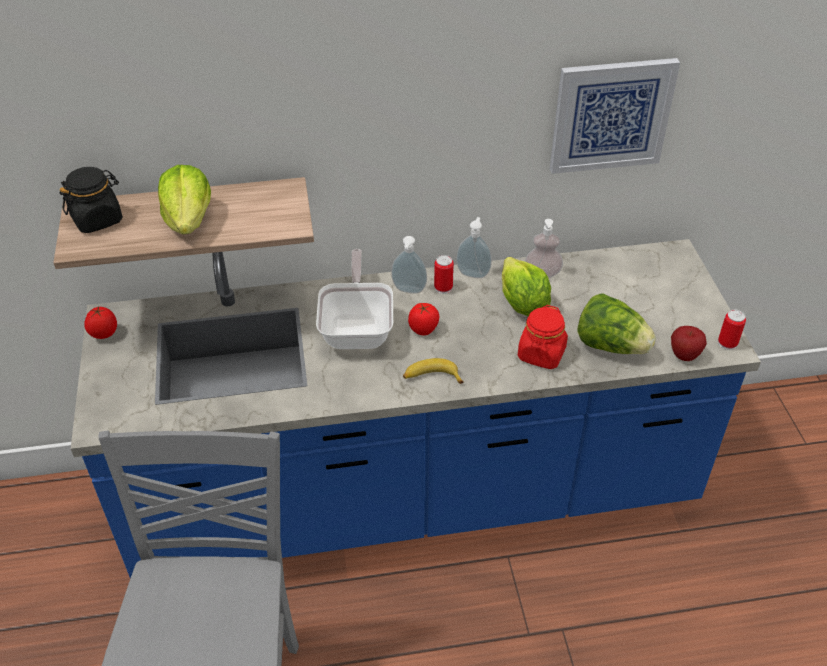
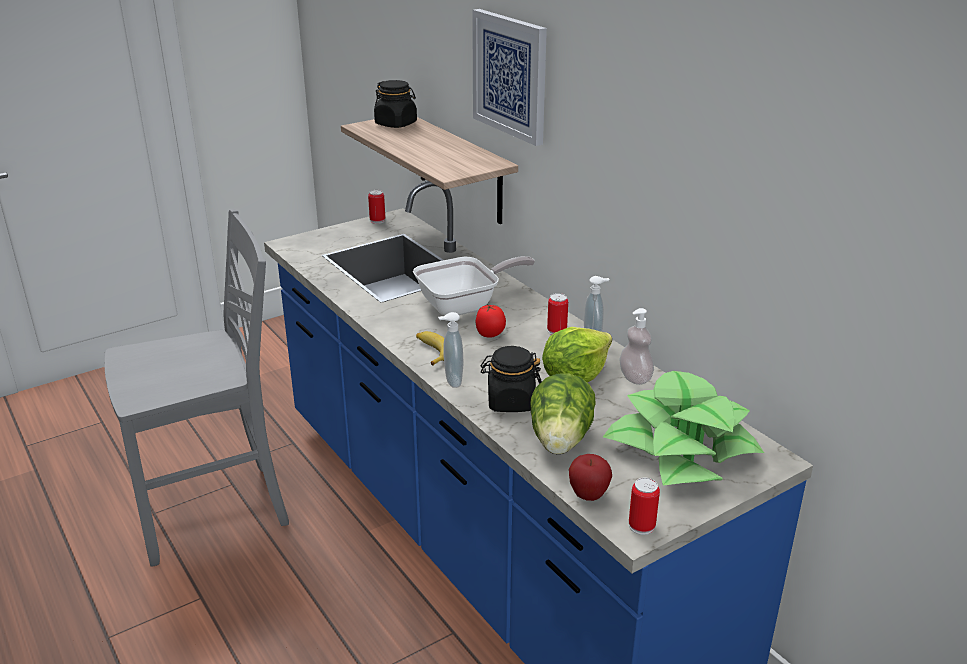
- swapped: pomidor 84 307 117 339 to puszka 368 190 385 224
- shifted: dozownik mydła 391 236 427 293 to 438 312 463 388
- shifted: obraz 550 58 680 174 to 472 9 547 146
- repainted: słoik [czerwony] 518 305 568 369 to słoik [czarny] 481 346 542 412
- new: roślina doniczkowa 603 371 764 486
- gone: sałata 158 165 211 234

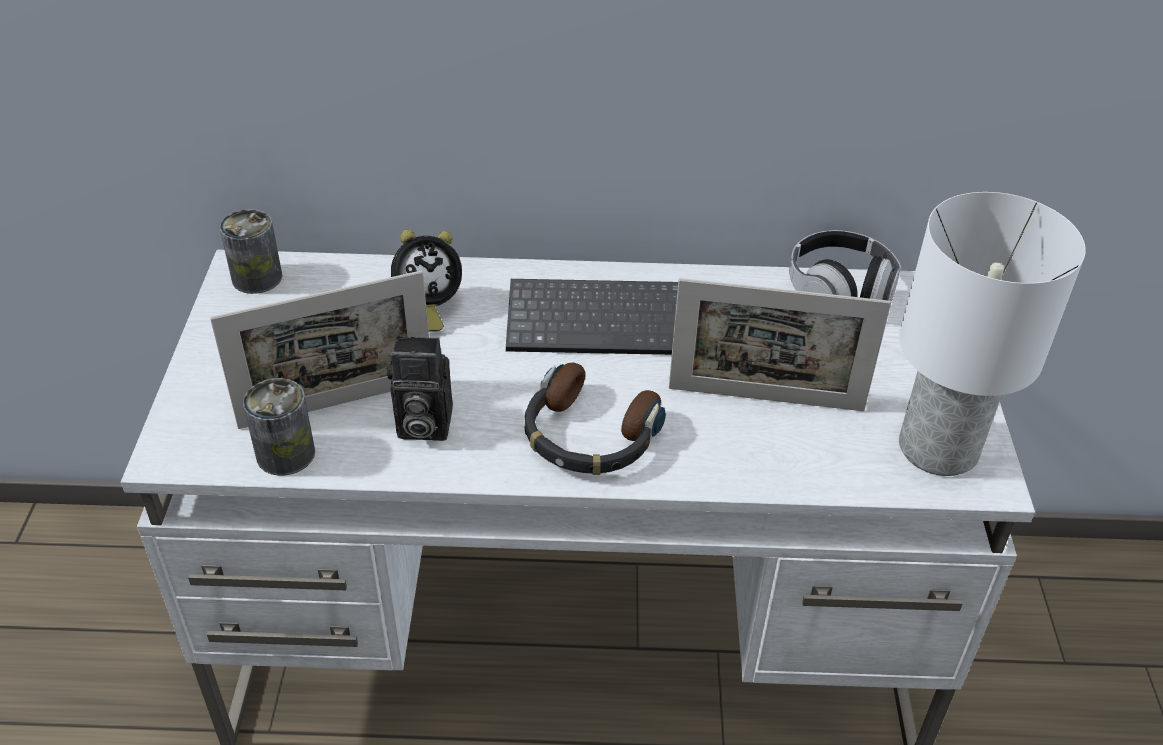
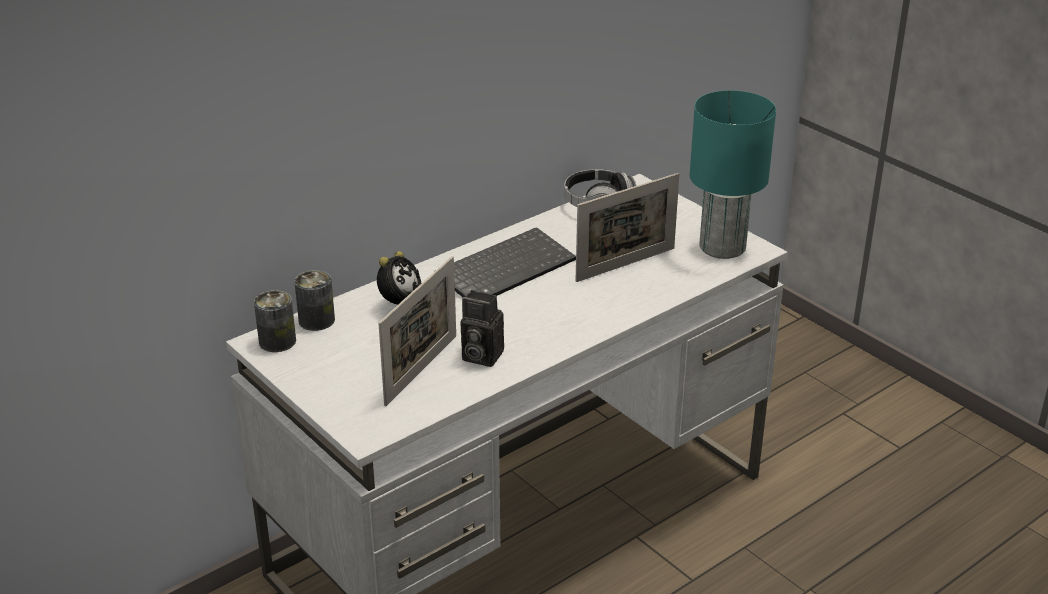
- shifted: puszka 243 378 315 476 to 294 270 335 331
- rotated: aparat fotograficzny 387 336 453 441 = 460 290 504 367 60 degrees clockwise
- repainted: lampa stołowa [biały] 899 192 1086 476 to lampa stołowa [turkusowy] 690 90 776 259
- gone: słuchawki 524 363 666 475

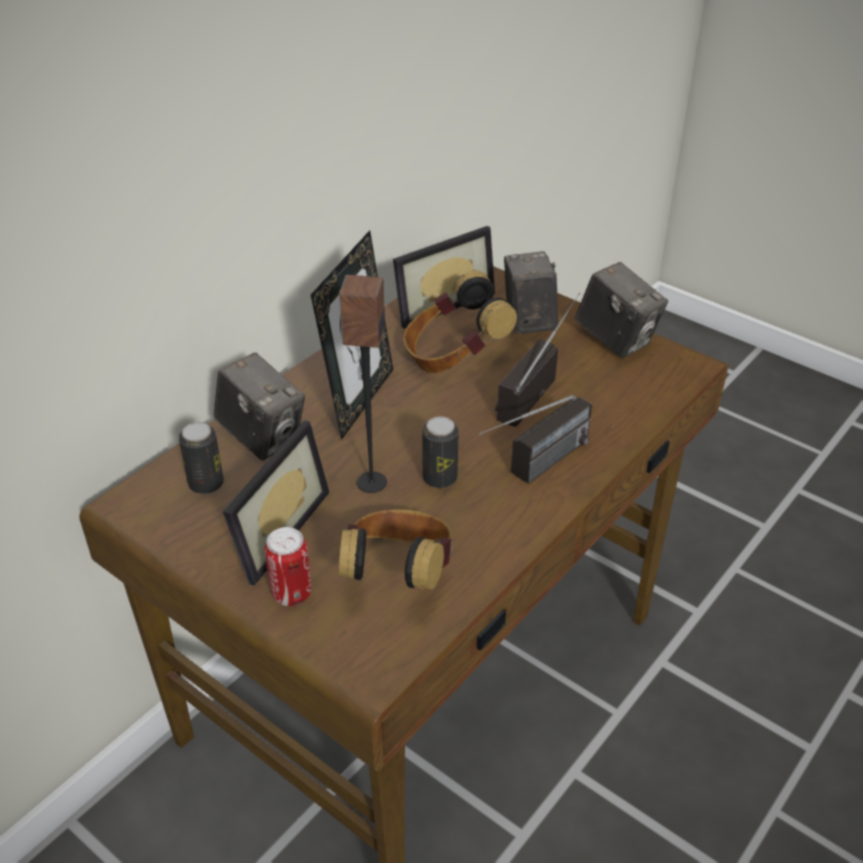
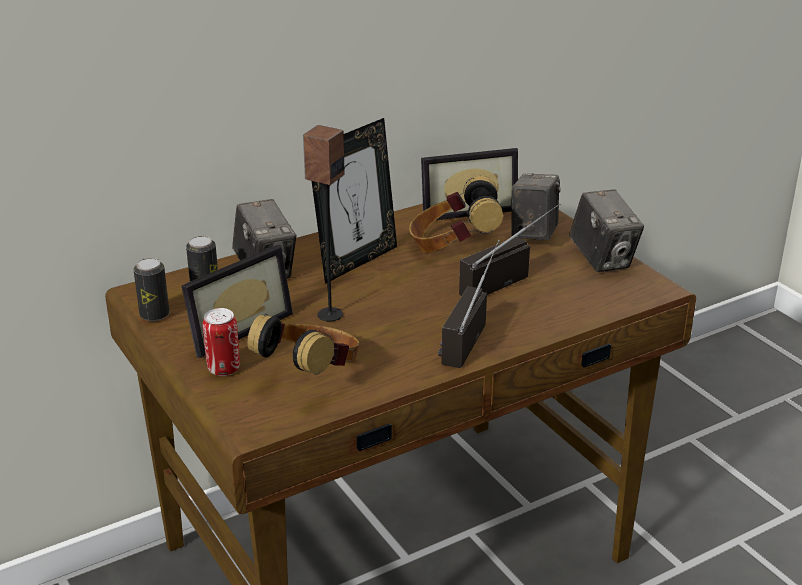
- shifted: puszka 422 416 459 488 to 134 258 170 321
- rotated: radio 479 395 592 484 = 438 240 500 368 135 degrees clockwise

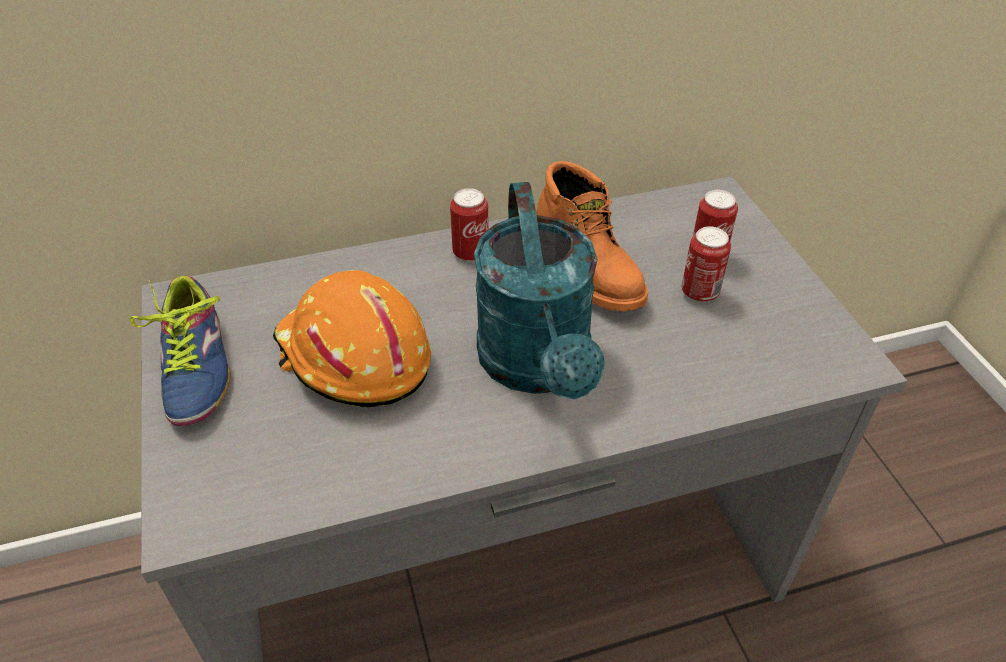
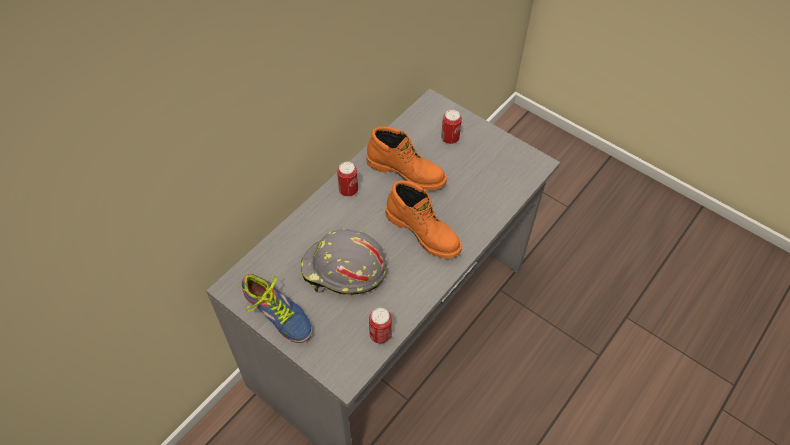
- repainted: kask [pomarańczowy] 273 270 431 407 to kask [szary] 301 229 387 295
- shifted: puszka 682 226 731 303 to 369 308 392 344
- swapped: konewka [turkusowy] 474 182 605 399 to but z cholewką [pomarańczowy] 386 180 462 258

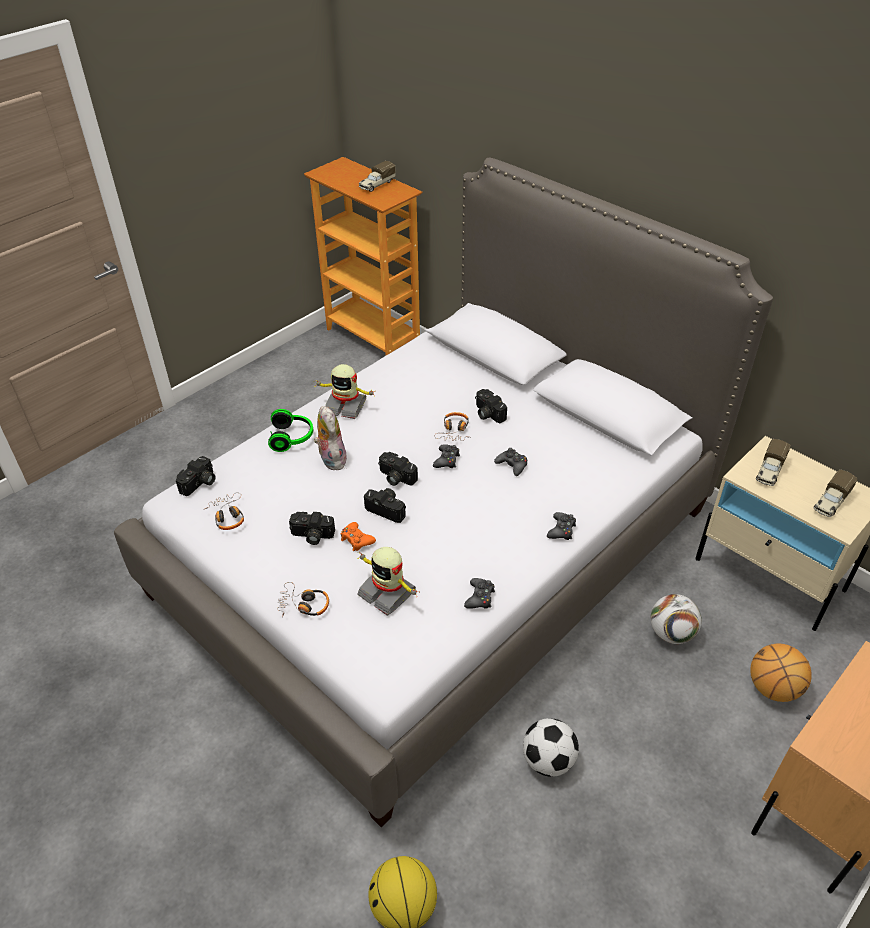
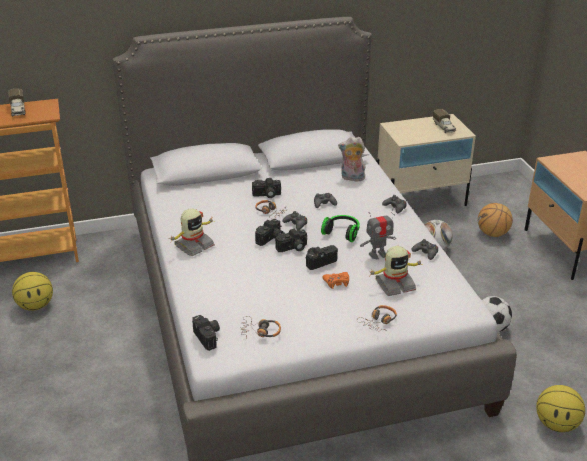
- new: piłka do koszykówki 12 272 53 311
- shifted: aparat fotograficzny 289 512 335 545 to 255 219 284 246
- shifted: słuchawki 268 409 313 452 to 321 215 360 242
- shifted: pluszak 314 406 347 470 to 338 137 365 181
- new: robot zabawkowy 360 212 396 259
- gone: ciężarówka zabawkowa 756 439 791 486

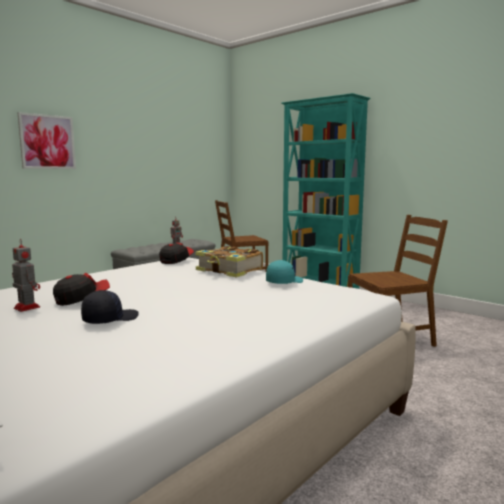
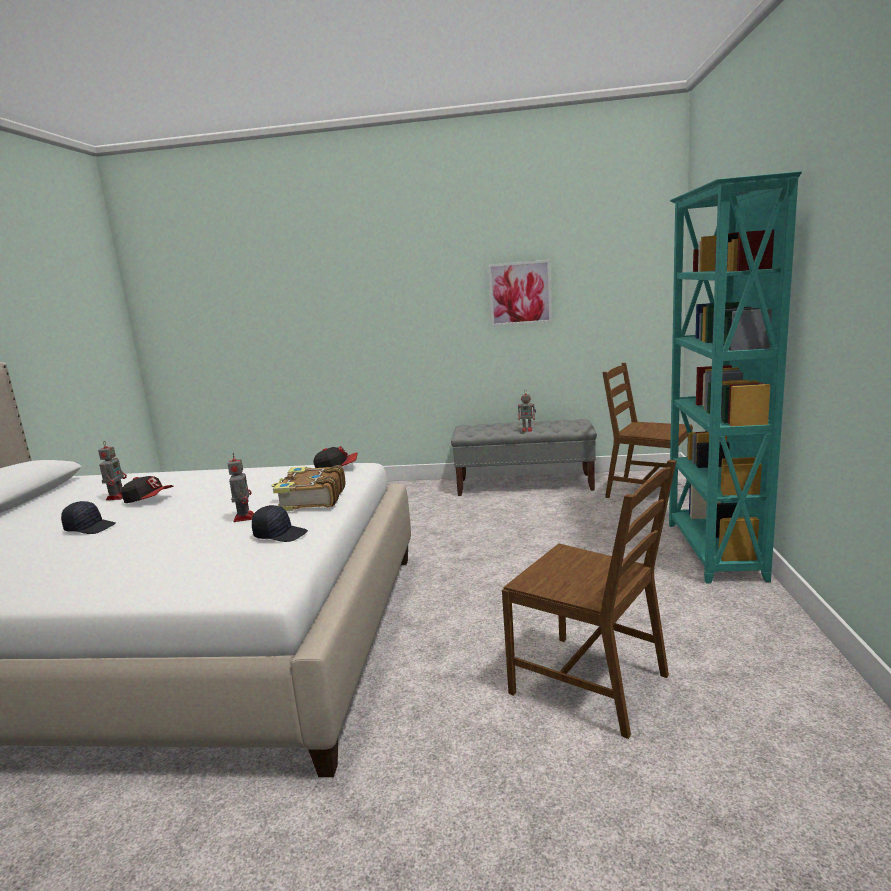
- new: robot zabawkowy 228 453 254 522
- repainted: czapka z daszkiem [turkusowy] 266 260 303 284 to czapka z daszkiem [czarny] 252 505 308 542
- shifted: obraz 17 112 76 169 to 488 259 552 327

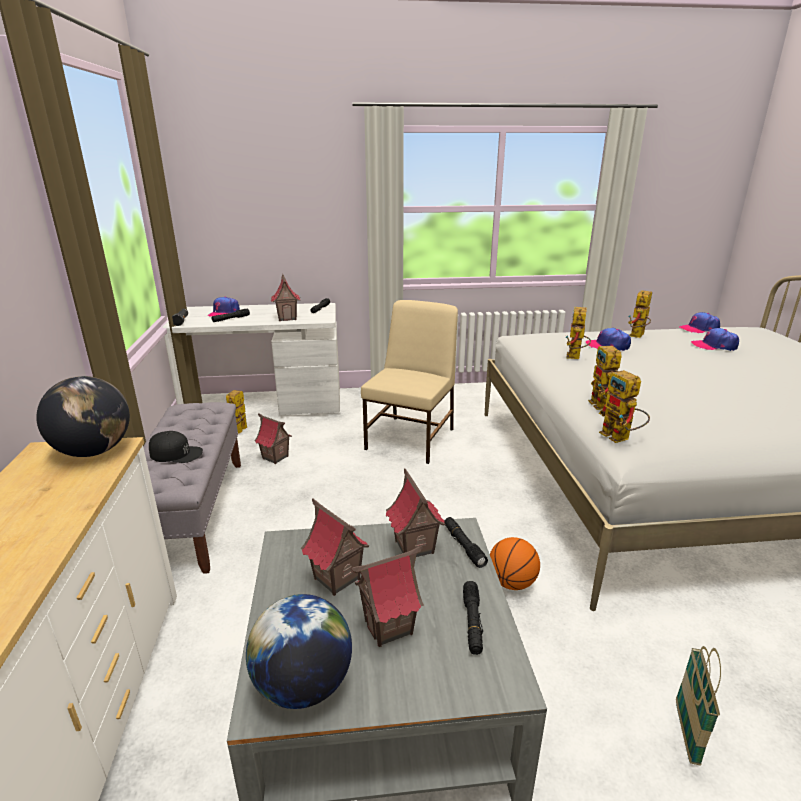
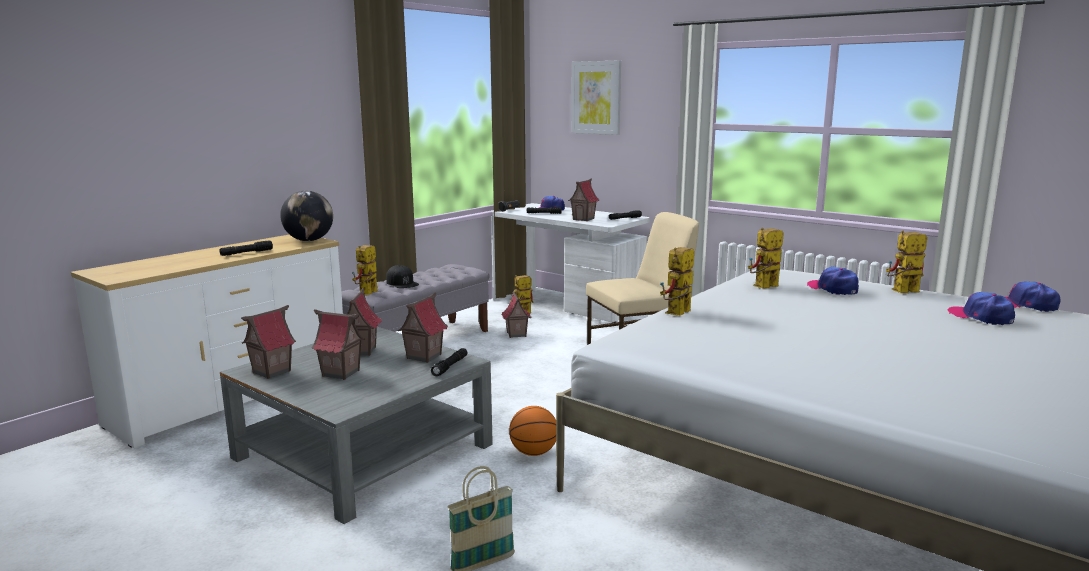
- shifted: latarka [czarny] 463 581 483 655 to 220 240 273 256
- swapped: globus 246 594 352 709 to domek 241 305 296 379
- shifted: robot zabawkowy 599 370 650 443 to 352 245 378 295
- new: obraz 571 60 621 135

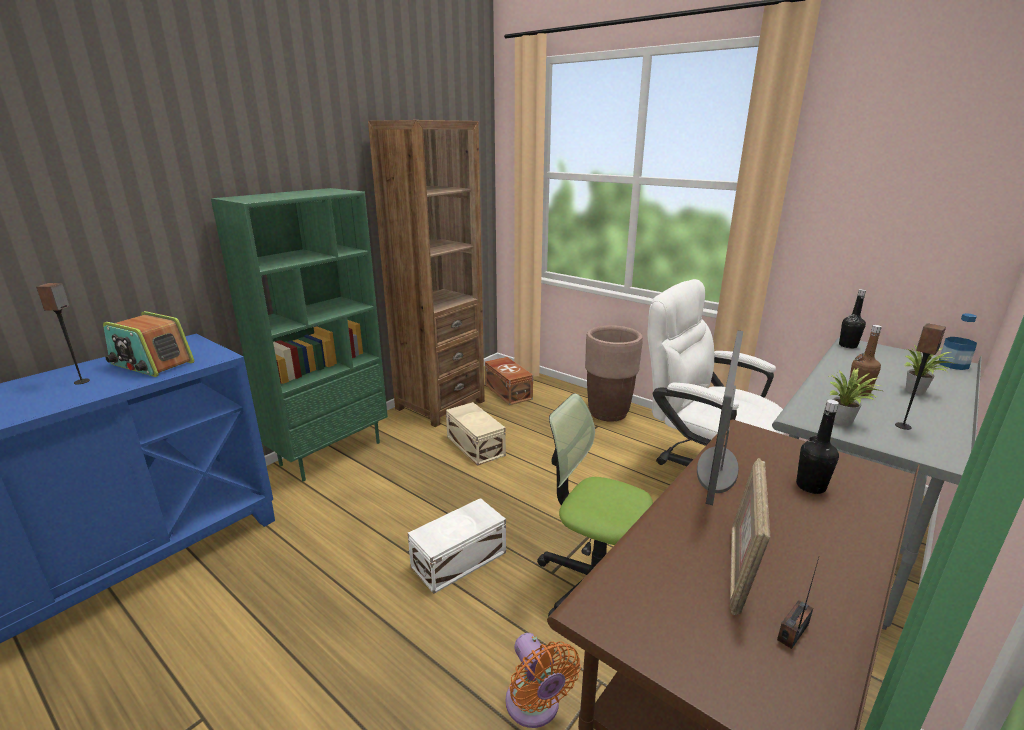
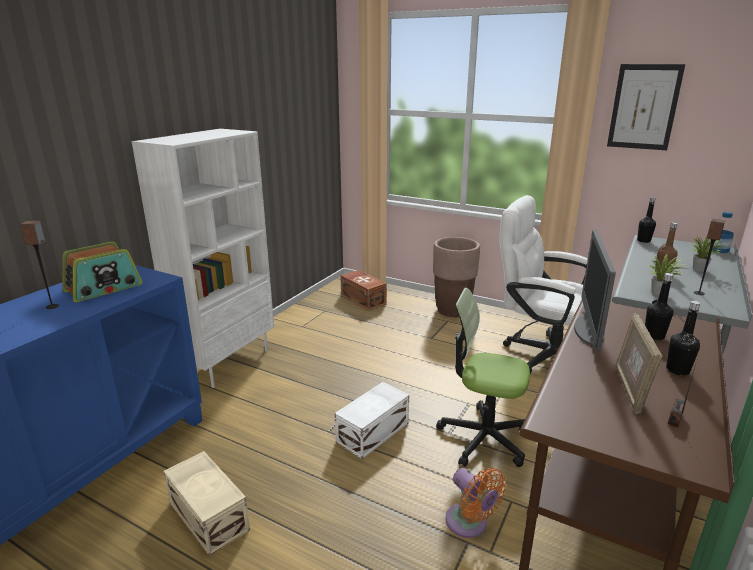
- rotated: radio 103 311 194 377 = 62 241 142 302 60 degrees counterclockwise
- repainted: regał [zielony] 211 188 388 482 to regał [biały] 132 129 274 388
- shifted: pojemnik do przechowywania [beżowy] 446 402 506 466 to 164 451 250 556
- new: obraz 607 64 685 150
- new: butelka [czarny] 666 301 700 375
- gone: regał [brązowy] 368 120 485 427

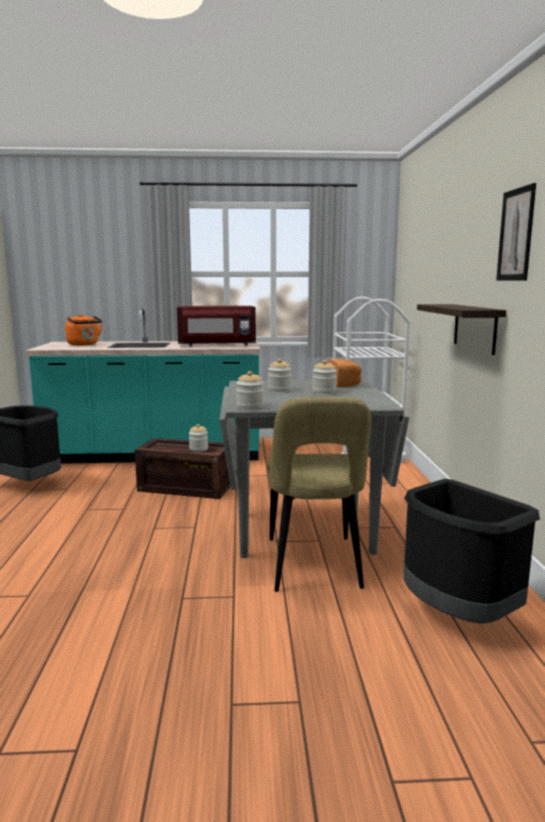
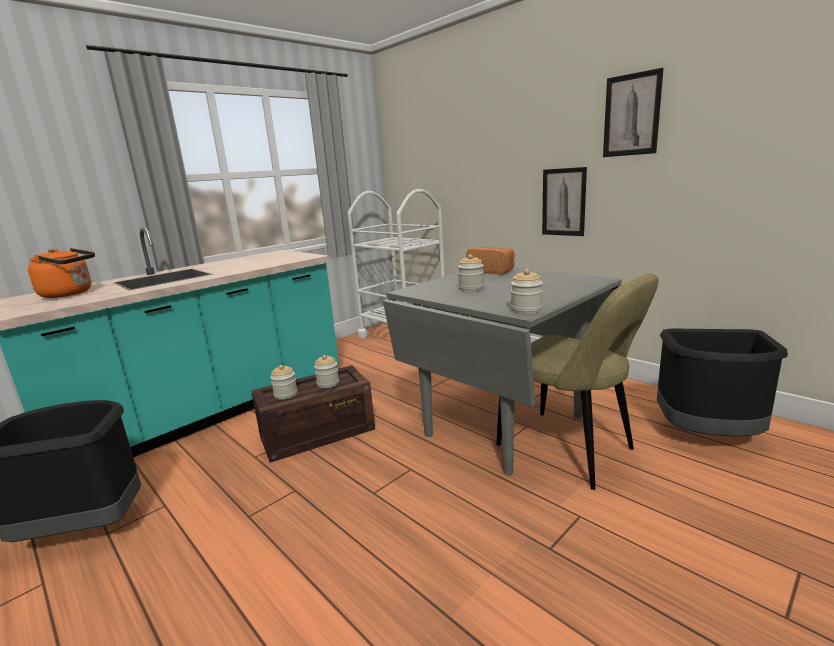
- shifted: słoik 312 360 336 394 to 270 365 298 400
- swapped: półka 417 304 506 355 to obraz 542 167 587 236
- gone: mikrofalówka [czerwony] 177 306 256 346

